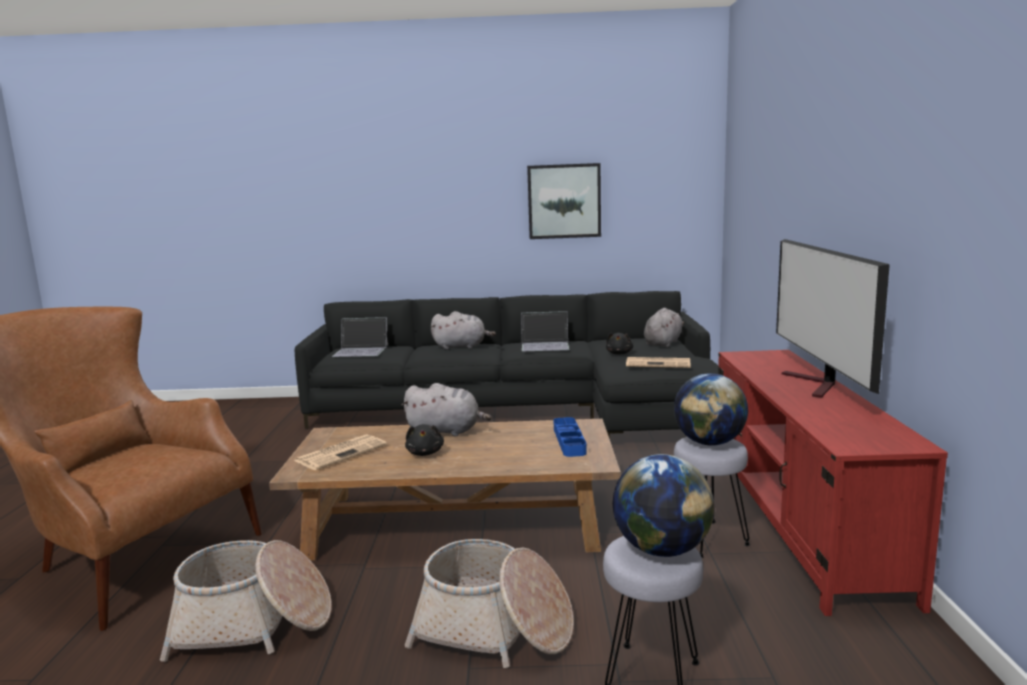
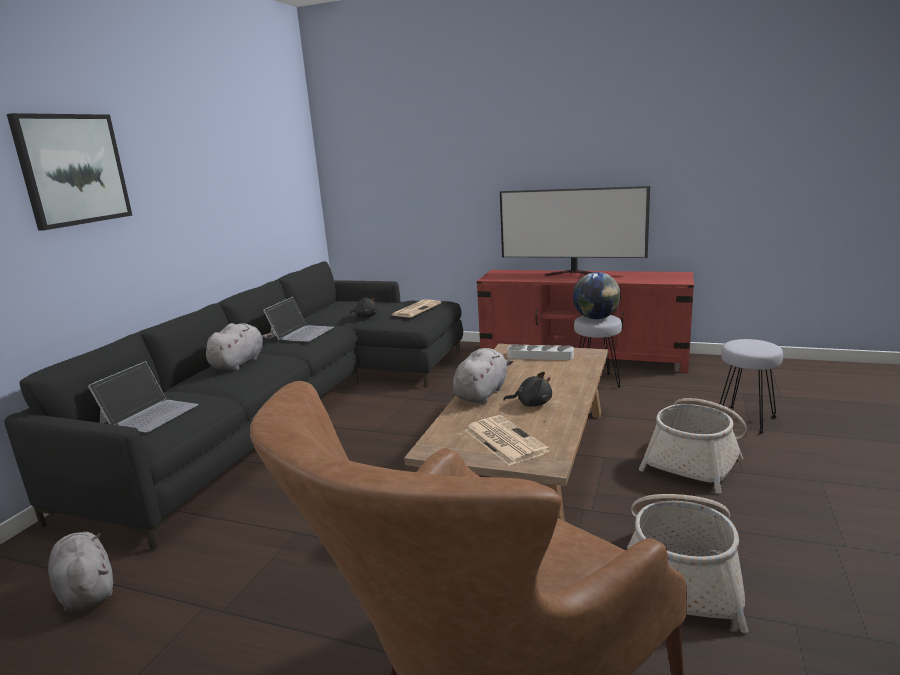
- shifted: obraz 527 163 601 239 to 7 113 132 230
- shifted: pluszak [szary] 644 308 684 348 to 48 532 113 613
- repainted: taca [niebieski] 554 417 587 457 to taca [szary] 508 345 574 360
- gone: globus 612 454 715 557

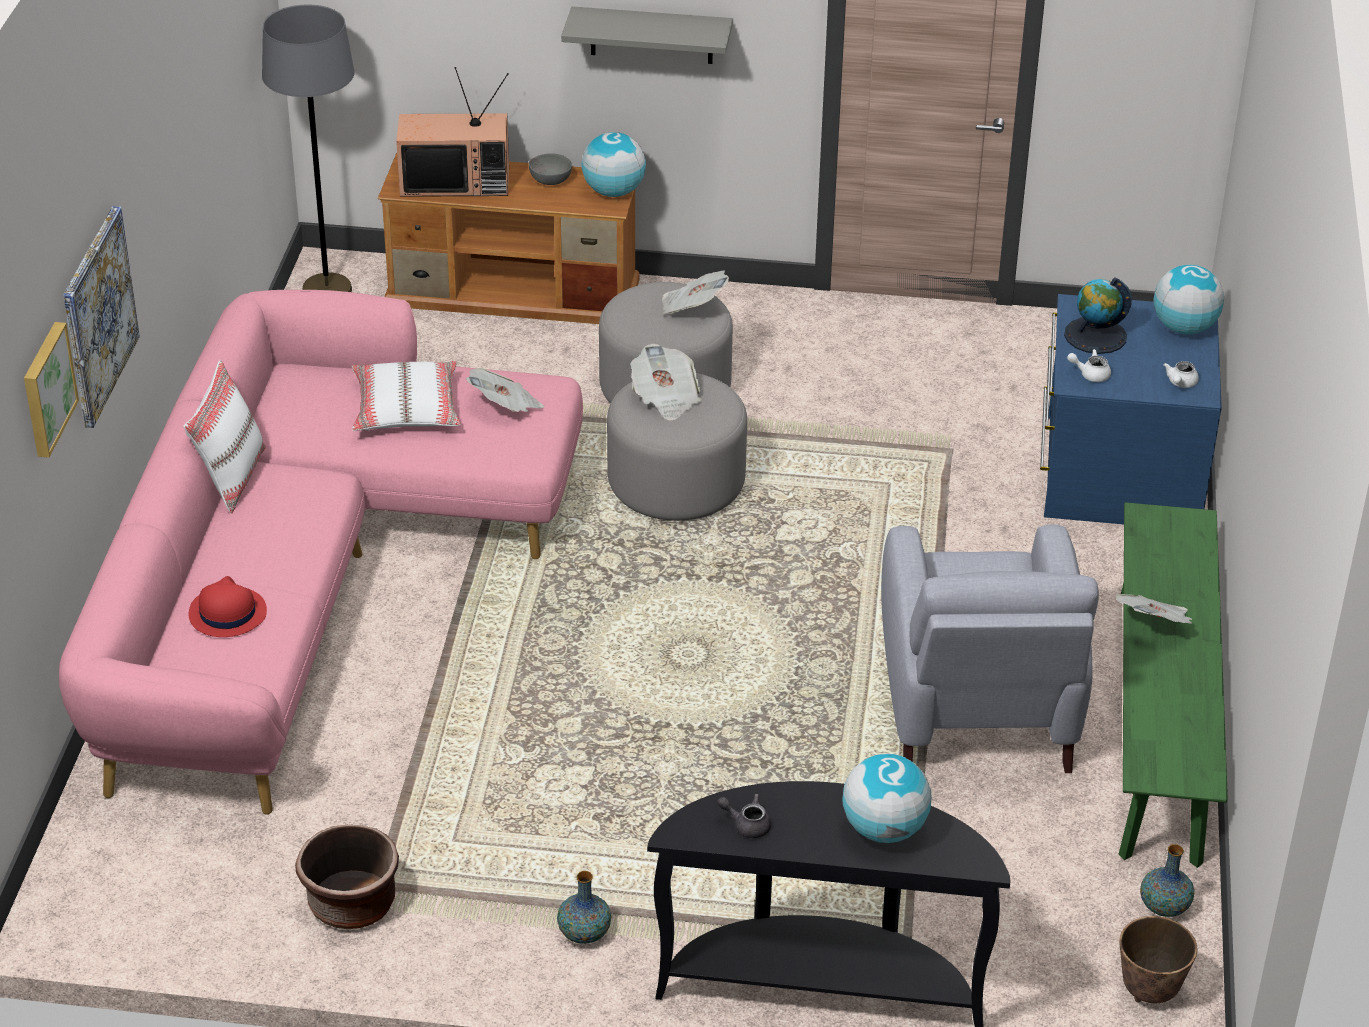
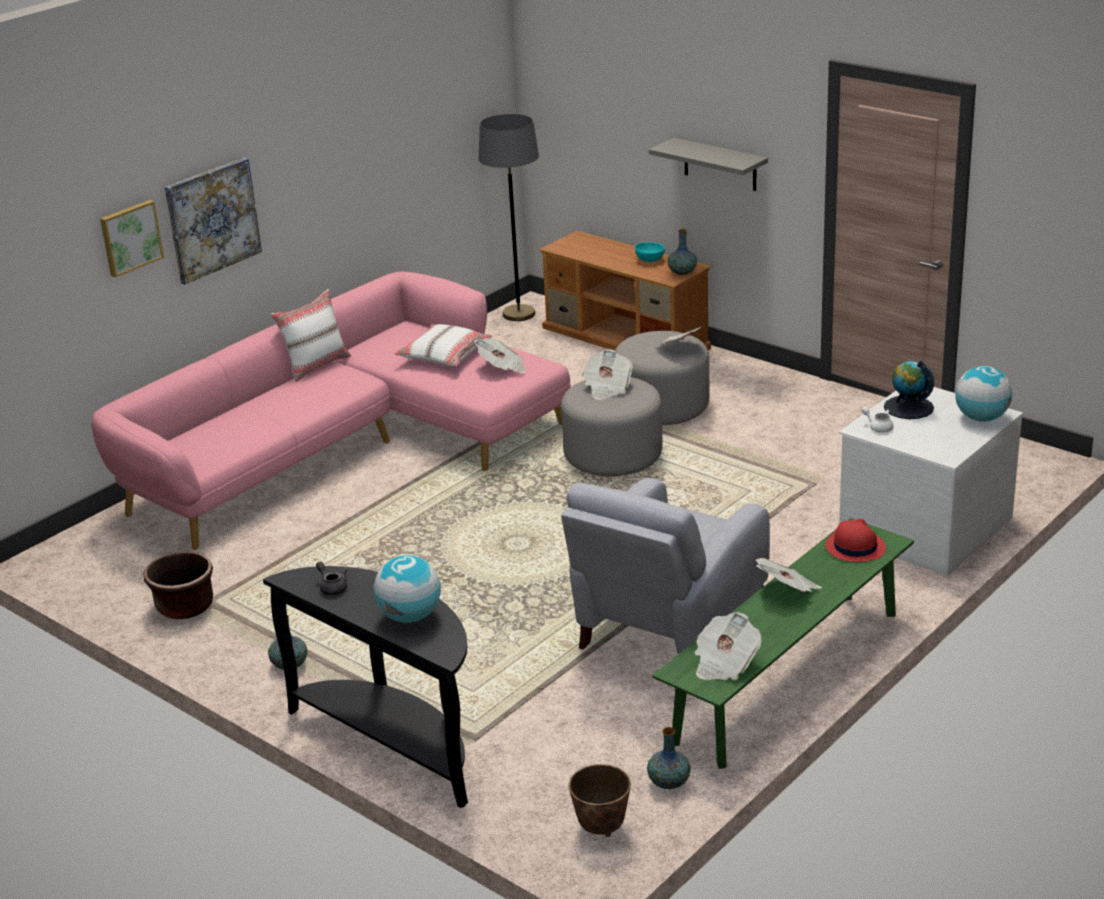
- repainted: miska [szary] 529 153 572 185 to miska [turkusowy] 635 242 665 262
- swapped: globus 581 132 646 197 to wazon 668 229 697 275
- new: gazeta 695 612 762 680
- shifted: kapelusz [czerwony] 189 576 267 637 to 825 519 886 562
- repainted: komoda [niebieski] 1040 294 1222 524 to komoda [biały] 839 387 1023 576
- gone: telewizor 396 67 509 197
- gone: imbryk [biały] 1163 361 1199 388

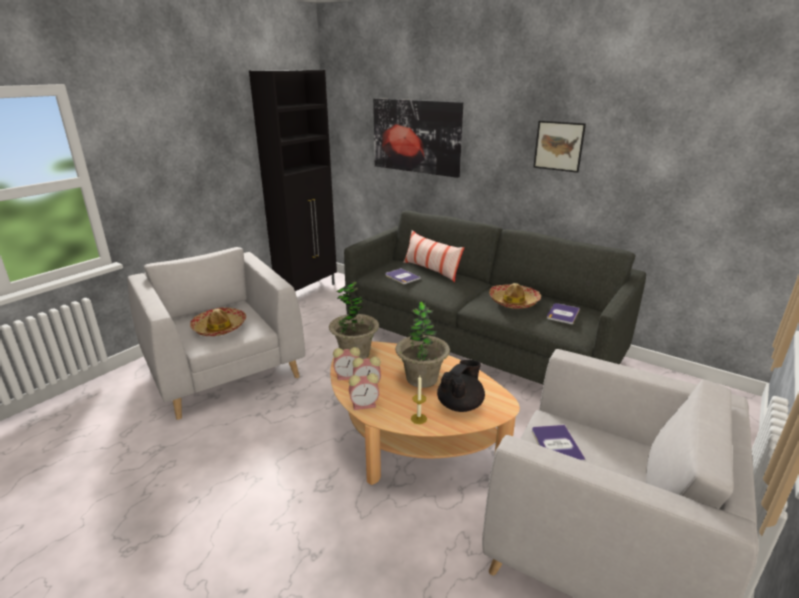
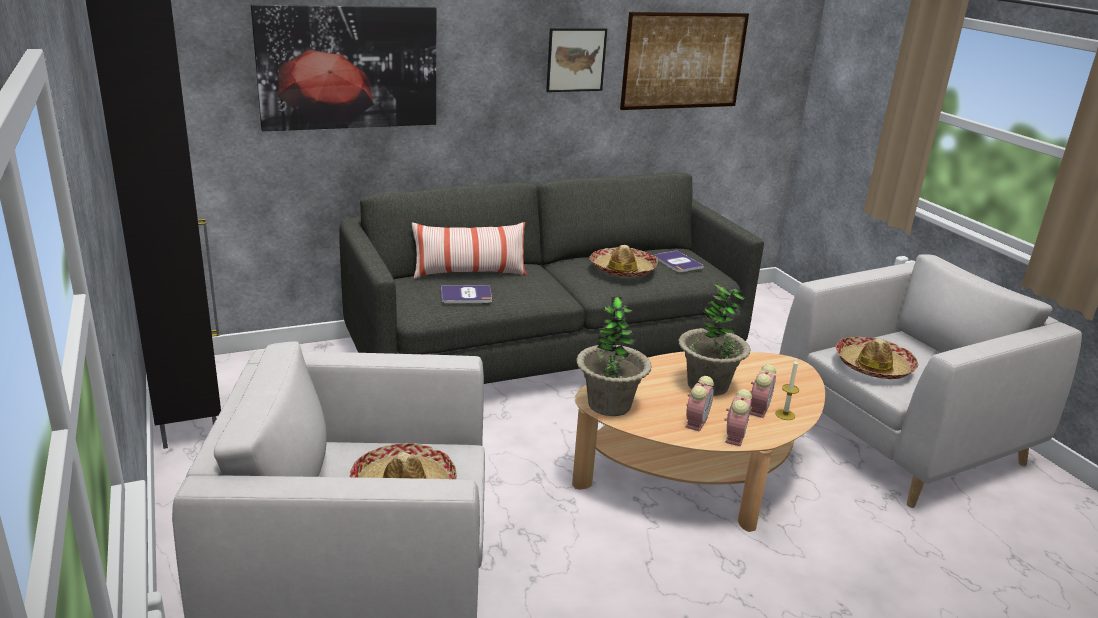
- new: obraz 620 12 749 110
- shifted: budzik 333 347 360 380 to 750 364 776 418
- swapped: książka 532 425 586 461 to kapelusz 836 337 918 379
- gone: imbryk [czarny] 437 360 485 412

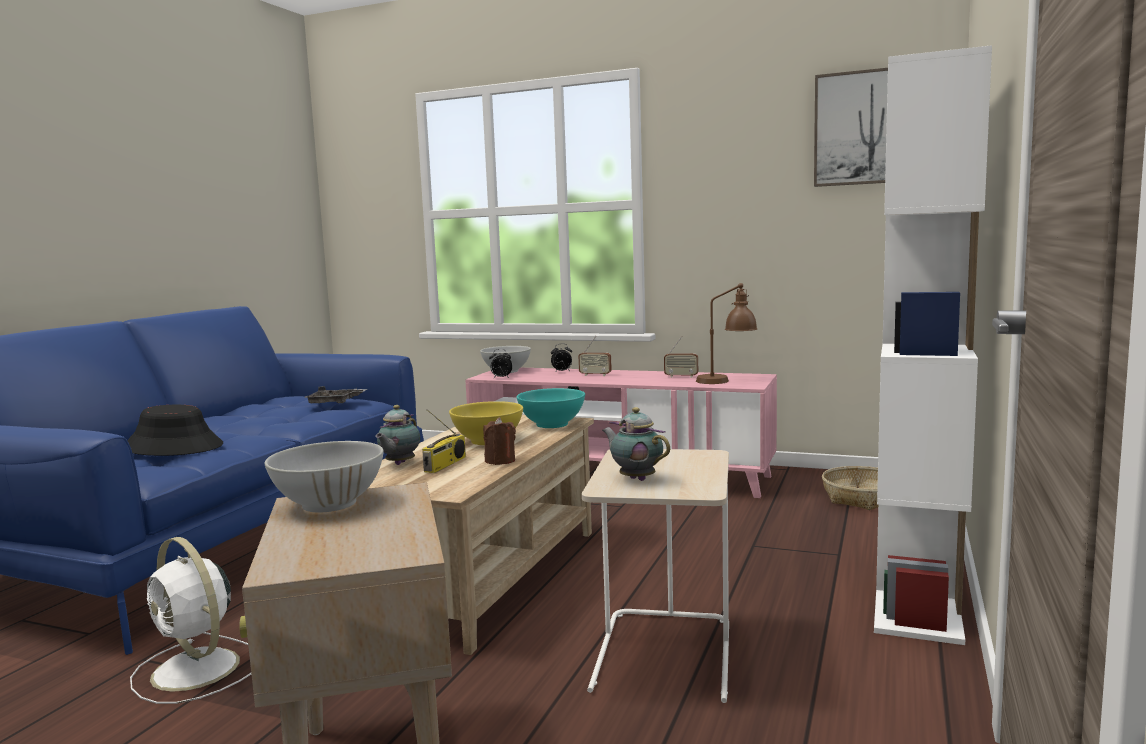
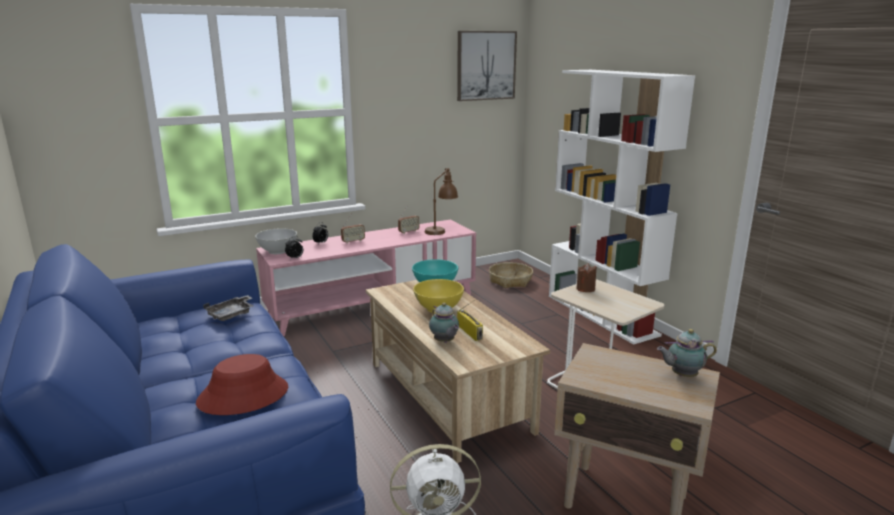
- repainted: kapelusz [czarny] 127 405 223 456 to kapelusz [czerwony] 196 354 288 415
- shifted: świeca [brązowy] 483 417 516 465 to 576 263 597 292
- shifted: imbryk 602 407 670 481 to 657 329 717 377
- gone: miska [biały] 265 441 384 512

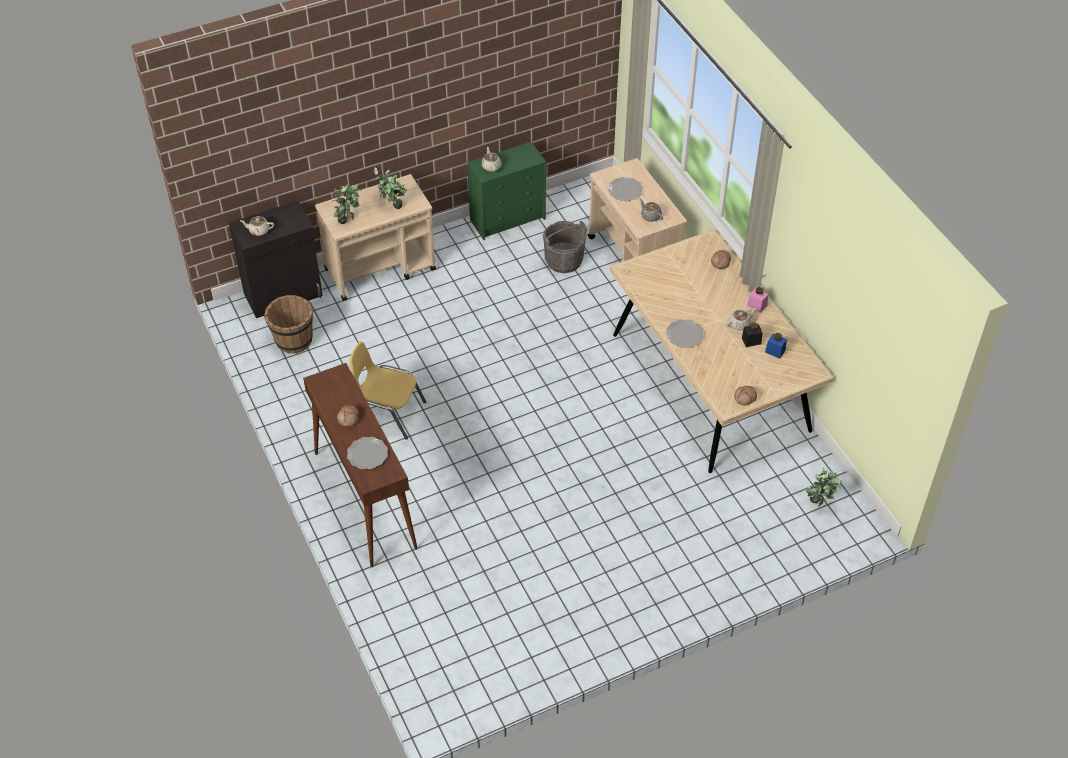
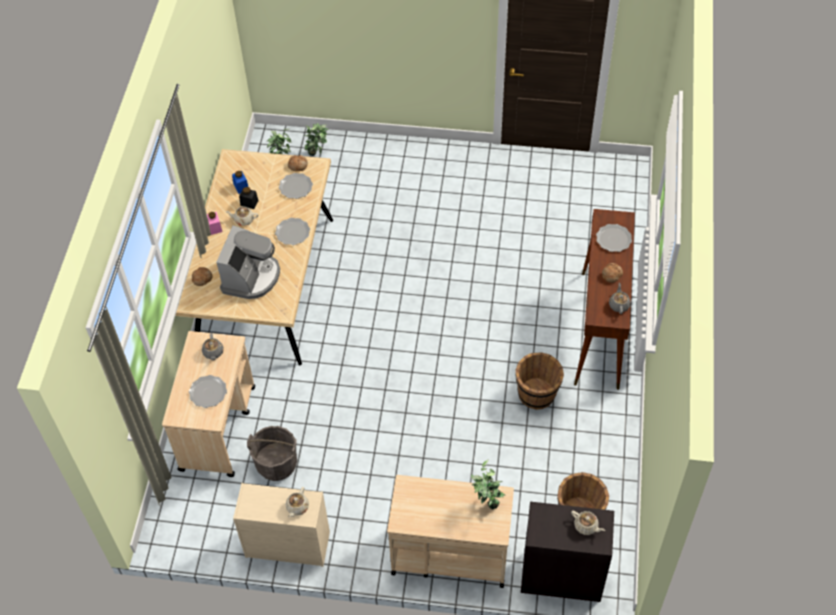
- new: ekspres do kawy 216 225 280 299
- repainted: komoda [zielony] 467 142 546 240 to komoda [beżowy] 233 483 330 567
- new: talerz 279 173 313 199
- shifted: roślina doniczkowa 374 167 407 209 to 304 123 329 156
- swapped: krzesło [żółty] 349 341 426 440 to wiadro [brązowy] 515 352 564 410
- new: imbryk [szary] 609 283 631 314

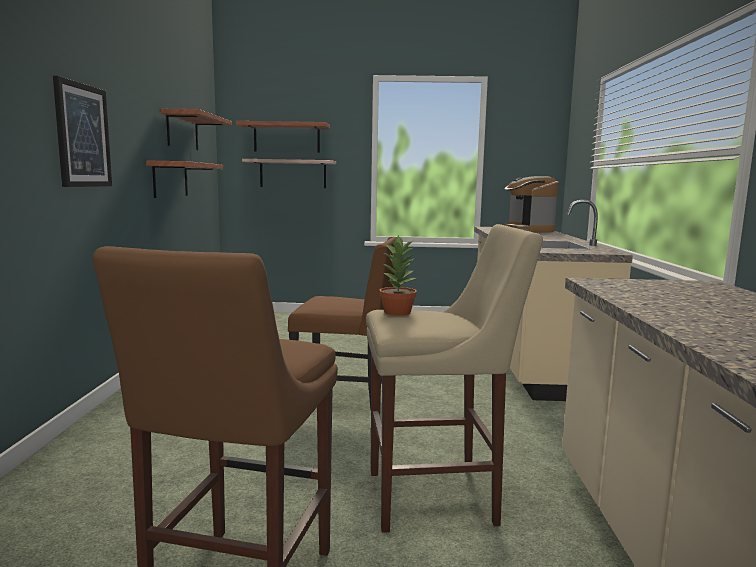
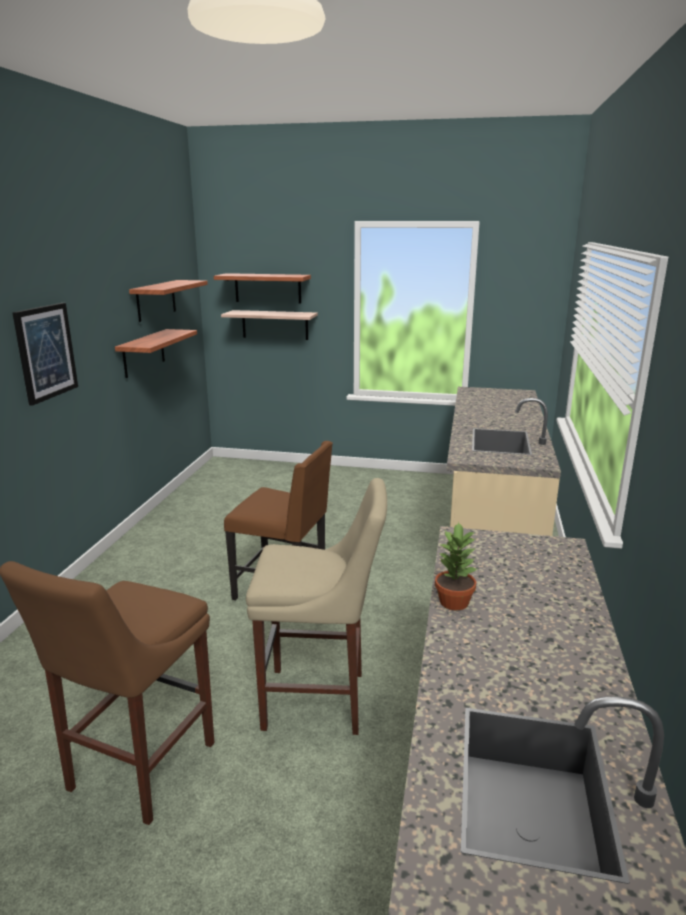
- shifted: roślina doniczkowa 379 235 418 316 to 435 522 478 610
- gone: ekspres do kawy 504 176 559 232

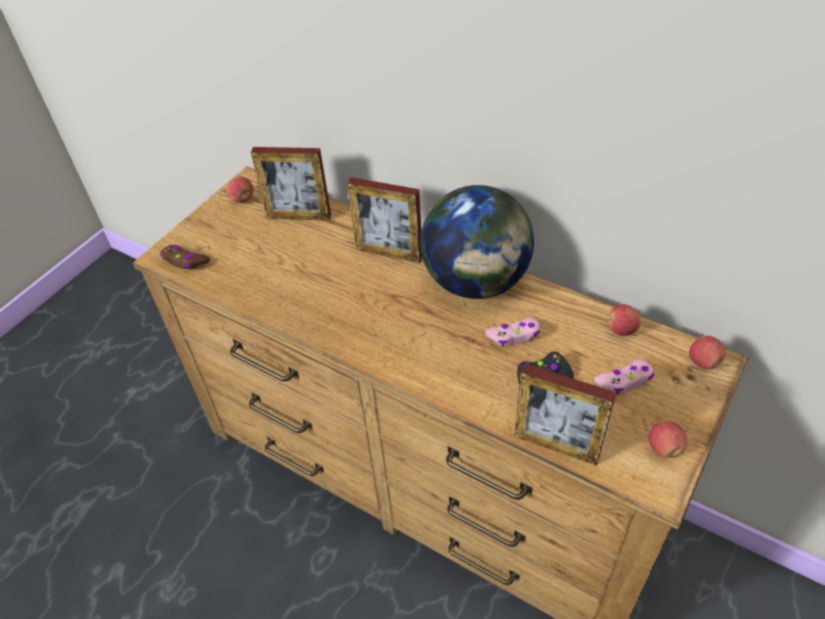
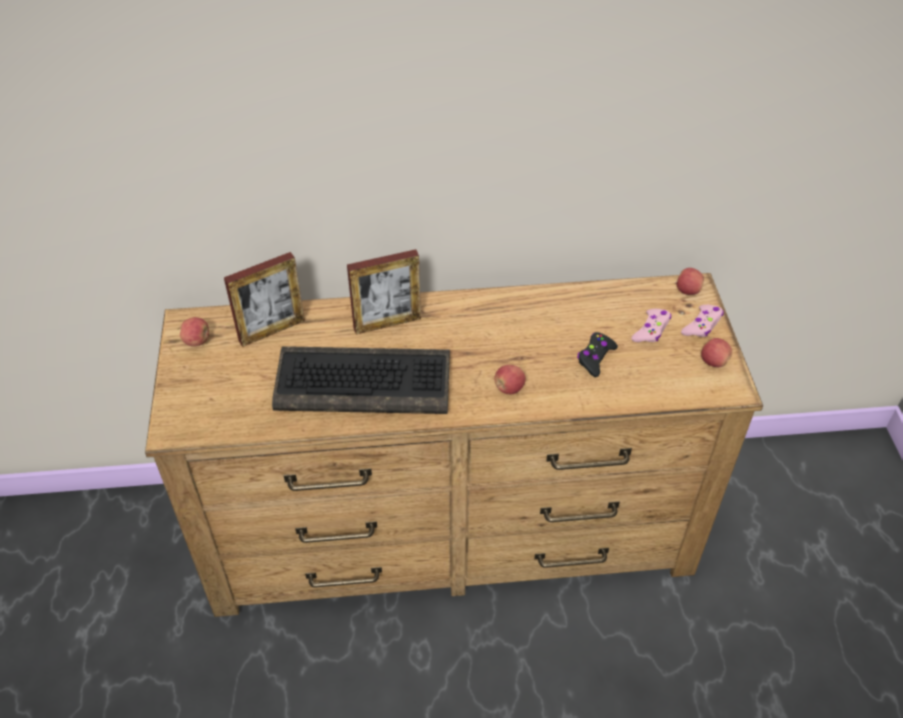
- new: klawiatura 272 346 450 414
- shifted: jabłko 607 304 641 336 to 494 365 526 394
- shifted: pad do gier [różowy] 485 317 540 346 to 681 305 724 337
- gone: pad do gier [brązowy] 160 245 210 270
- gone: globus 420 185 534 299
- gone: ramka na zdjęcie 514 363 616 465

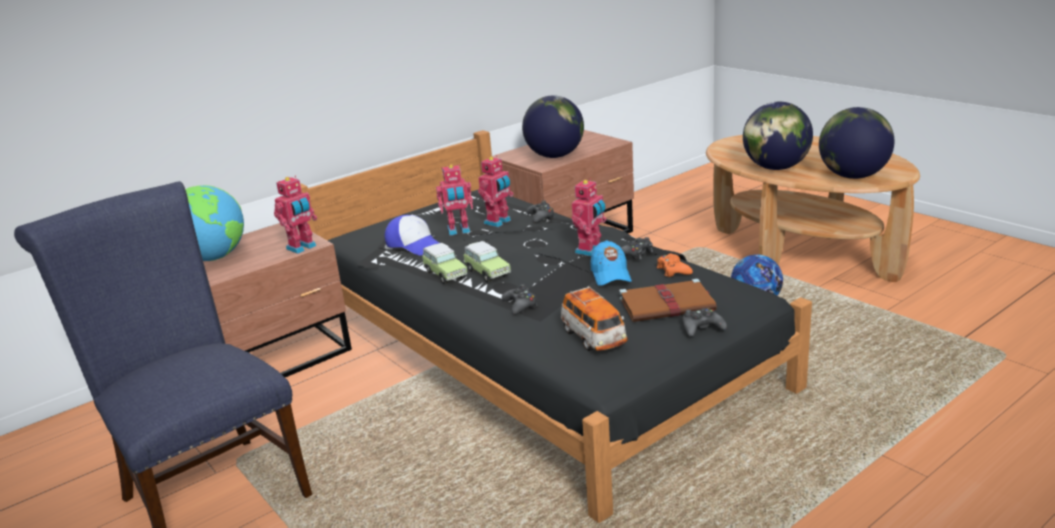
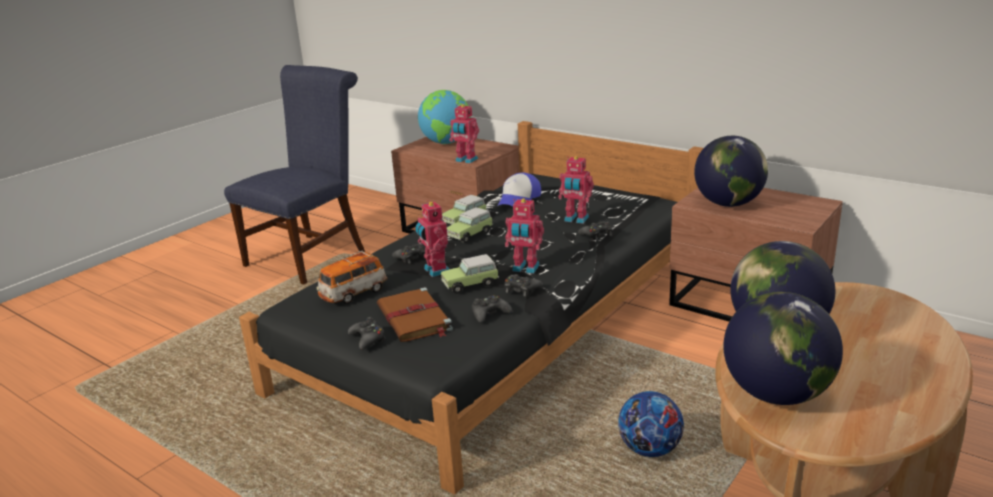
- shifted: robot zabawkowy 436 164 473 236 to 415 200 449 277
- swapped: czapka z daszkiem [niebieski] 590 241 632 286 to samochodzik 441 254 499 294
- repainted: pad do gier [pomarańczowy] 657 254 693 277 to pad do gier [czarny] 472 295 512 323

